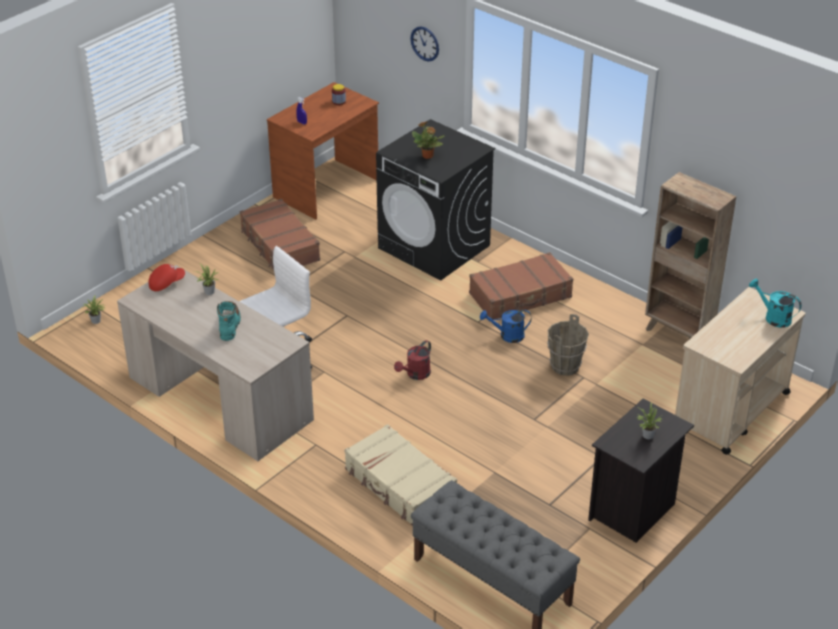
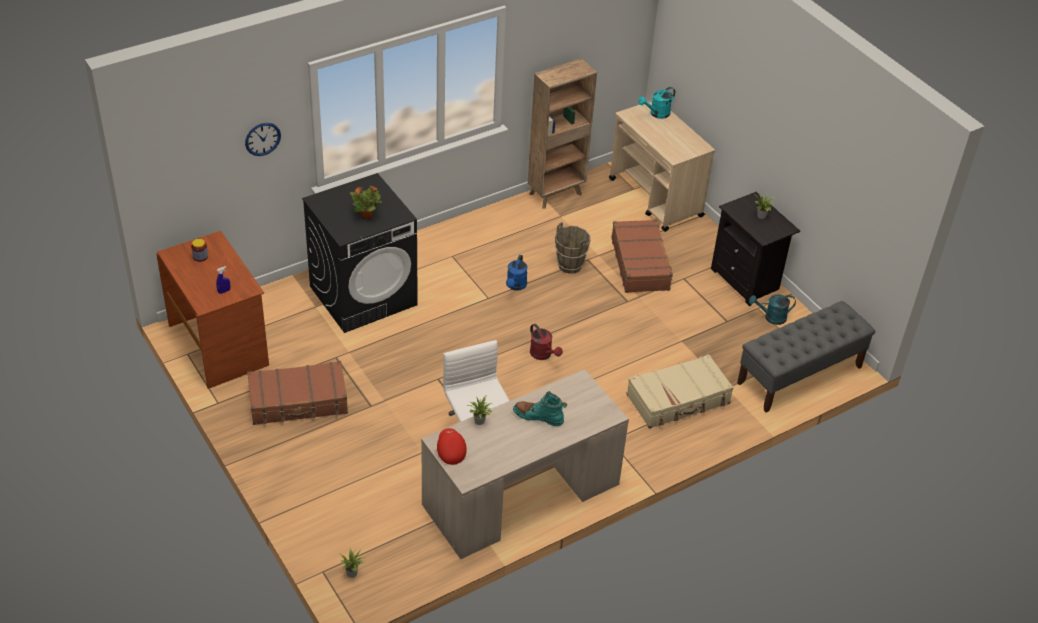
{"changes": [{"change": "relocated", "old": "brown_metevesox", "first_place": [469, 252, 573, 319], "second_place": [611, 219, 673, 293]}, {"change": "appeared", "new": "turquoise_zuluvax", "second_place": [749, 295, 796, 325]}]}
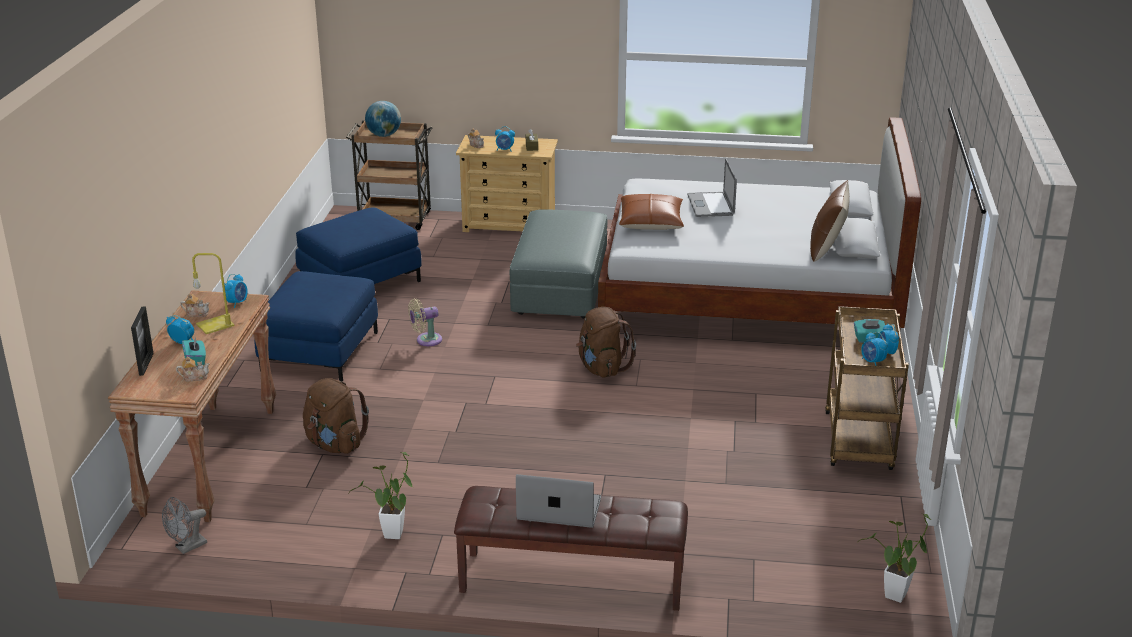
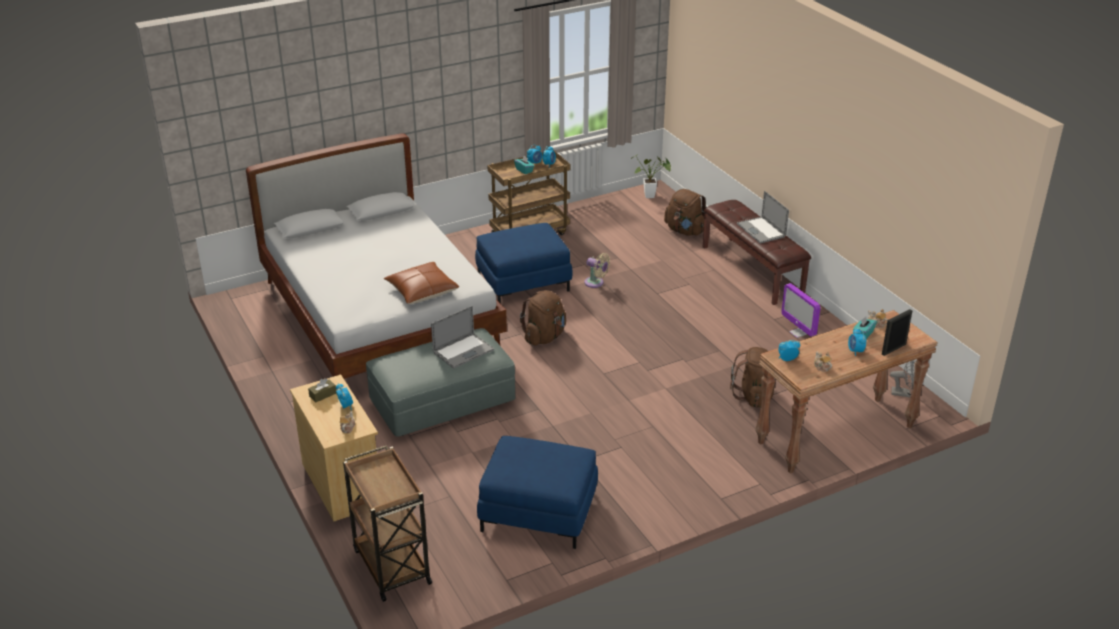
{"changes": [{"change": "relocated", "old": "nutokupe", "first_place": [687, 158, 737, 217], "second_place": [431, 306, 494, 369]}, {"change": "relocated", "old": "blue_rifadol", "first_place": [254, 271, 378, 382], "second_place": [475, 223, 572, 304]}, {"change": "relocated", "old": "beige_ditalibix", "first_place": [408, 299, 442, 346], "second_place": [584, 253, 610, 288]}, {"change": "appeared", "new": "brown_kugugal", "second_place": [664, 189, 707, 235]}, {"change": "exchanged", "old": "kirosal", "new": "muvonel", "first_place": [348, 452, 413, 539], "second_place": [781, 283, 821, 338]}, {"change": "missing", "old": "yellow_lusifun", "first_place": [192, 253, 235, 334]}, {"change": "missing", "old": "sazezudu", "first_place": [365, 101, 401, 137]}, {"change": "missing", "old": "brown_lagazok", "first_place": [810, 180, 850, 262]}]}
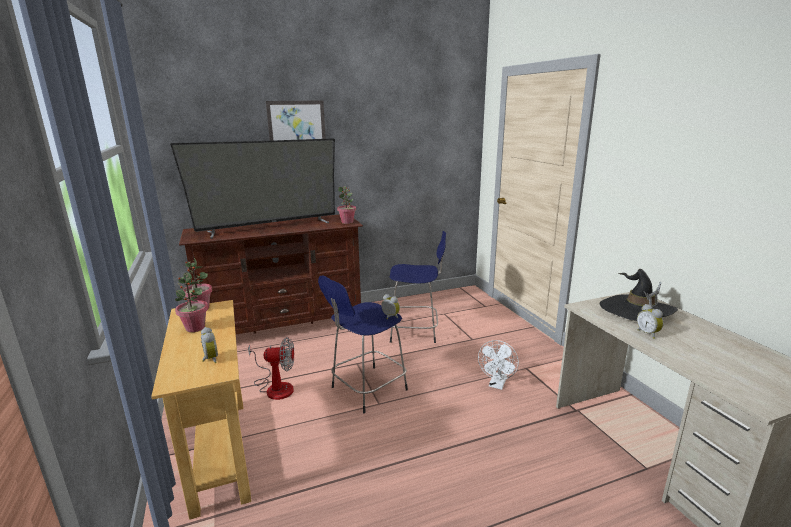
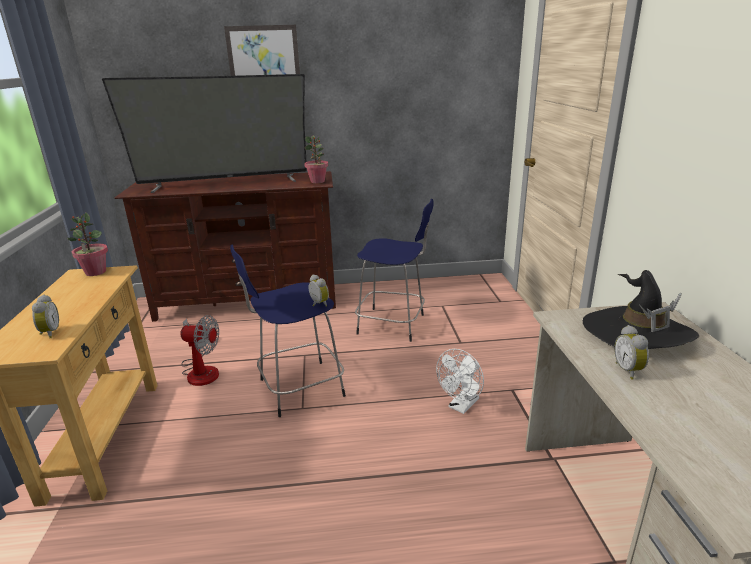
{"changes": [{"change": "missing", "old": "kirosal", "first_place": [175, 274, 208, 332]}]}
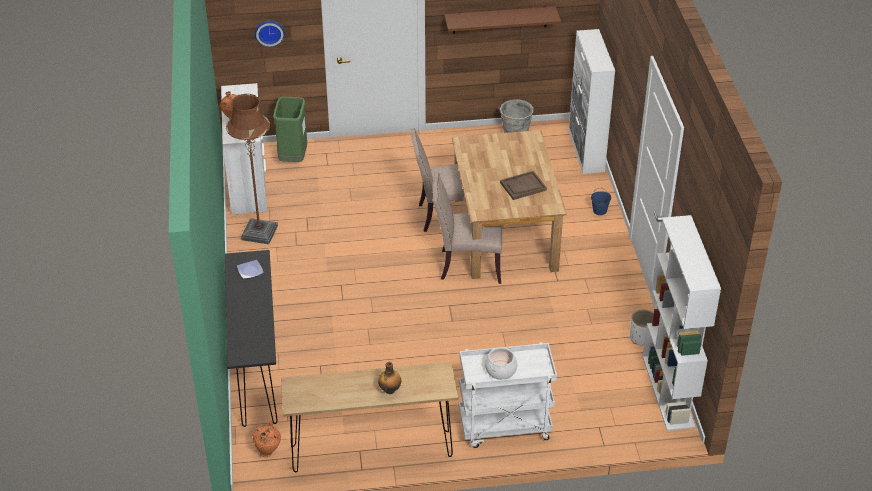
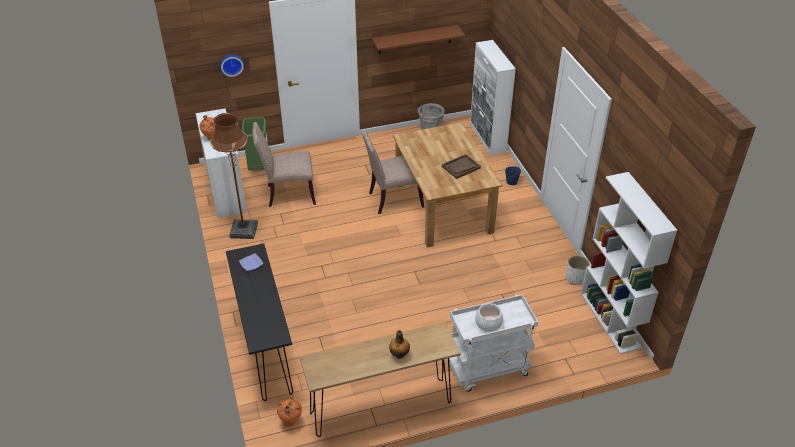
{"changes": [{"change": "relocated", "old": "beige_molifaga", "first_place": [433, 172, 502, 284], "second_place": [253, 122, 316, 207]}]}
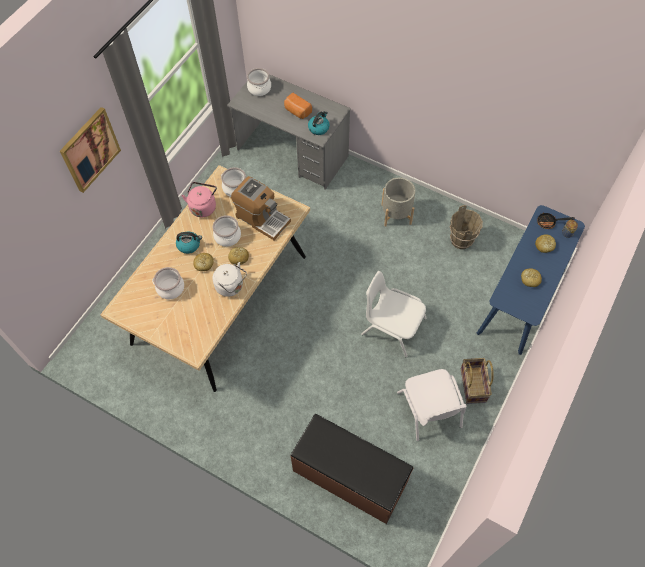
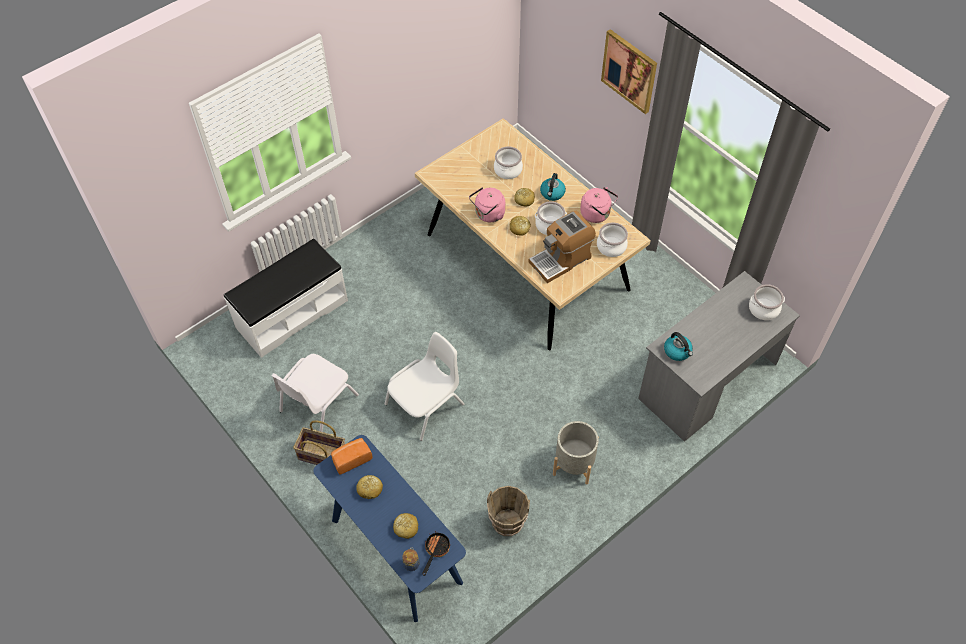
{"changes": [{"change": "colour", "old": "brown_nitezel", "new": "white_nitezel", "first_place": [290, 414, 413, 524], "second_place": [224, 239, 348, 358]}, {"change": "spun", "old": "white_molifaga", "first_place": [397, 369, 467, 441], "second_place": [271, 354, 359, 432], "degrees": -60}, {"change": "relocated", "old": "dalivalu", "first_place": [284, 93, 312, 119], "second_place": [331, 438, 373, 475]}, {"change": "colour", "old": "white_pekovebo", "new": "pink_pekovebo", "first_place": [213, 262, 247, 297], "second_place": [469, 187, 505, 222]}]}
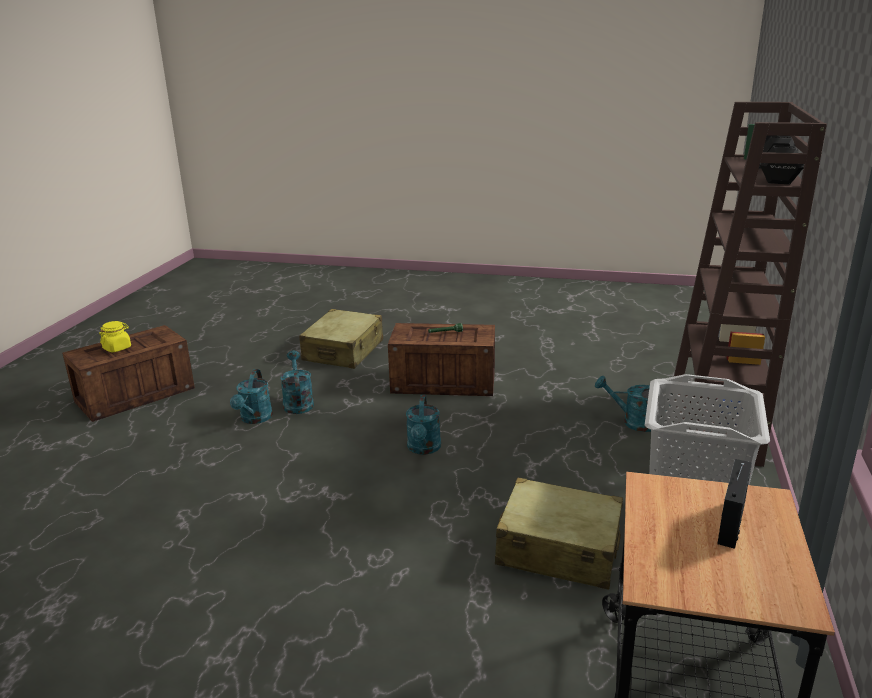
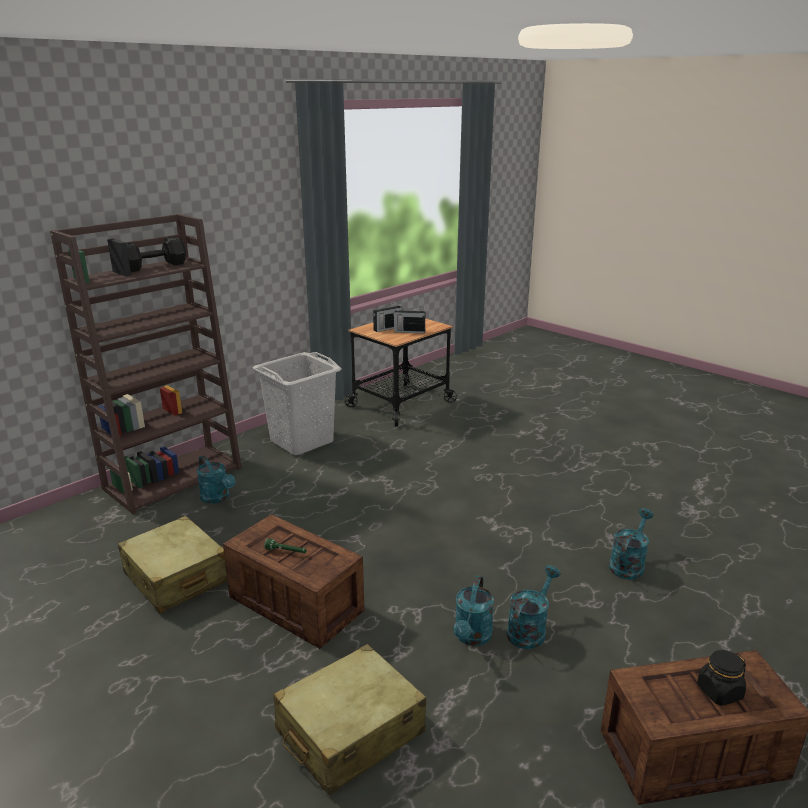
{"changes": [{"change": "relocated", "old": "beige_metevesox", "first_place": [495, 477, 623, 590], "second_place": [118, 516, 227, 613]}, {"change": "appeared", "new": "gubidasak", "second_place": [393, 306, 425, 333]}, {"change": "relocated", "old": "turquoise_zuluvax", "first_place": [406, 395, 441, 455], "second_place": [609, 508, 654, 580]}, {"change": "colour", "old": "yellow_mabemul", "new": "black_mabemul", "first_place": [99, 321, 131, 352], "second_place": [697, 650, 746, 706]}]}
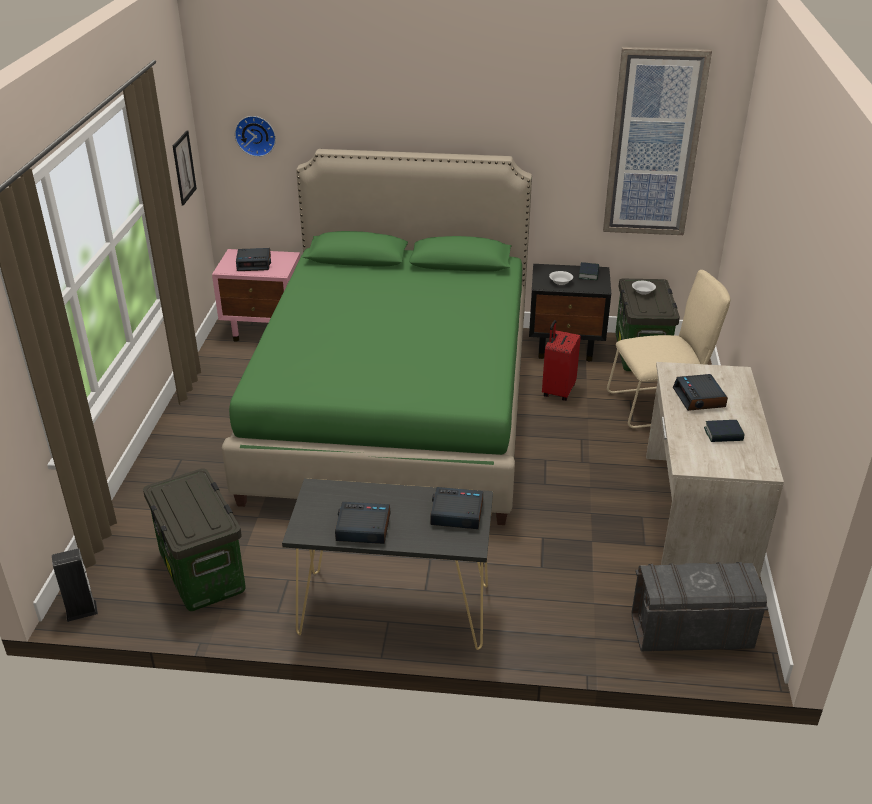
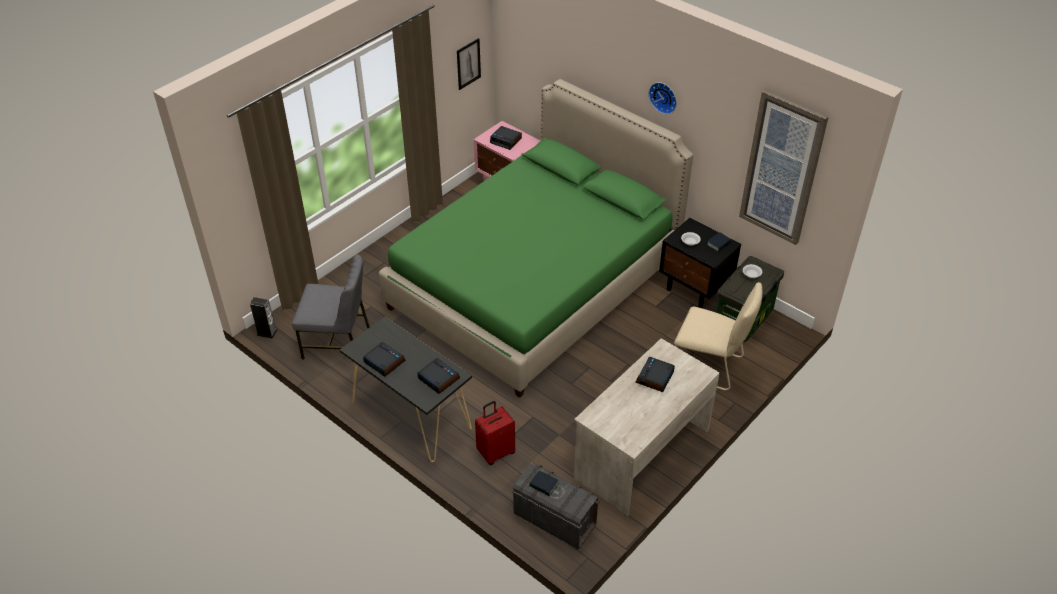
{"changes": [{"change": "exchanged", "old": "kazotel", "new": "grey_molifaga", "first_place": [143, 469, 245, 611], "second_place": [292, 254, 370, 359]}, {"change": "relocated", "old": "red_metevesox", "first_place": [542, 320, 581, 401], "second_place": [475, 401, 515, 465]}, {"change": "relocated", "old": "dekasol", "first_place": [704, 420, 744, 442], "second_place": [529, 471, 559, 496]}, {"change": "relocated", "old": "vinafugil", "first_place": [235, 116, 276, 157], "second_place": [649, 82, 677, 114]}]}
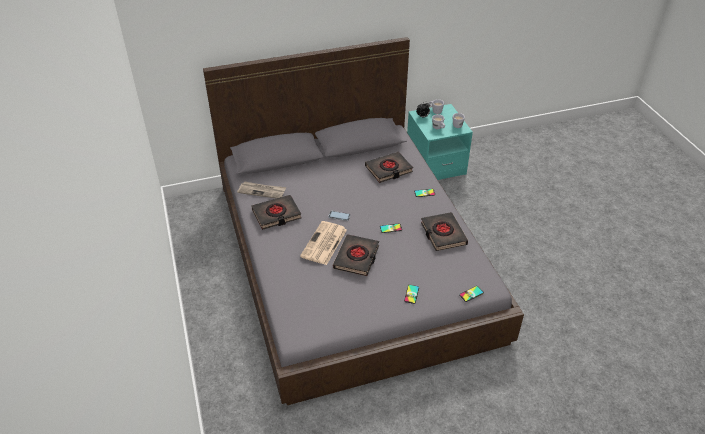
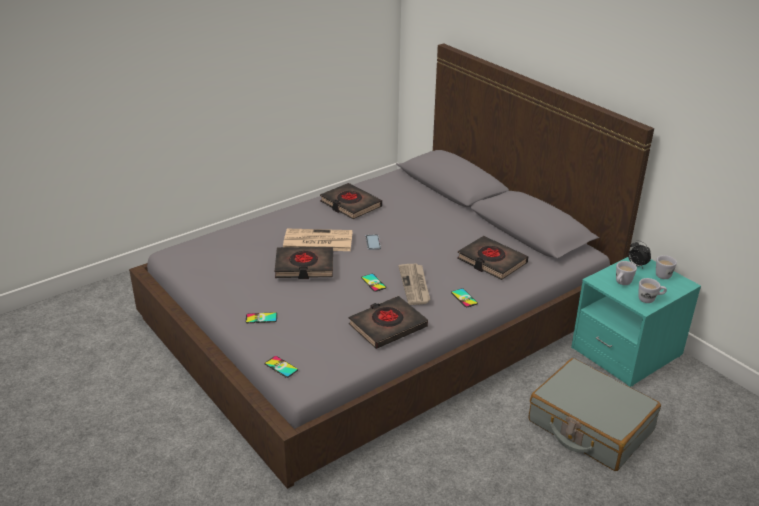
{"changes": [{"change": "relocated", "old": "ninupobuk", "first_place": [237, 181, 286, 199], "second_place": [399, 263, 430, 305]}, {"change": "appeared", "new": "grey_metevesox", "second_place": [529, 358, 661, 471]}]}
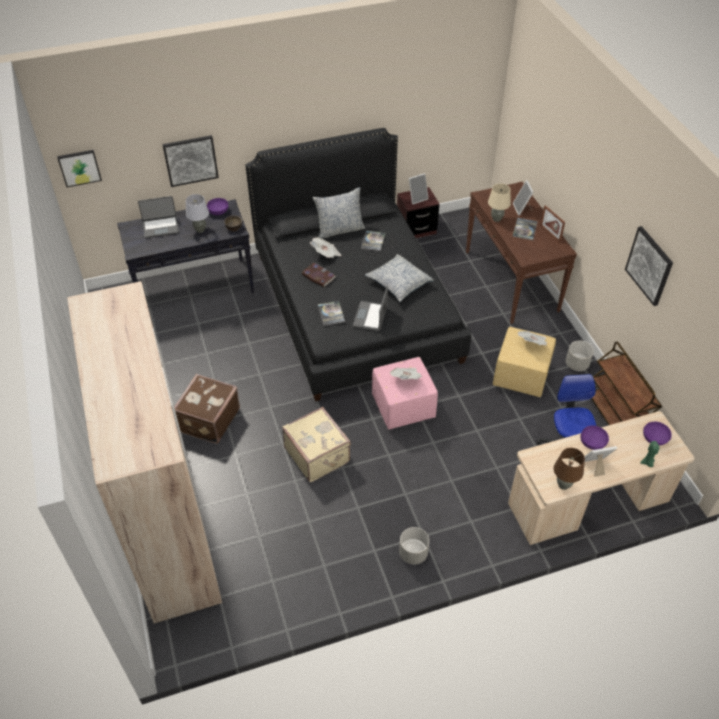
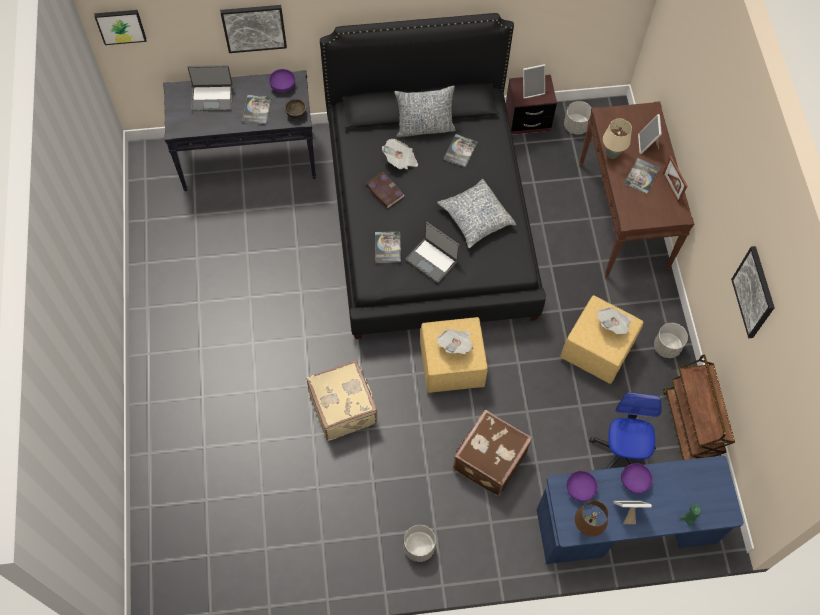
{"changes": [{"change": "exchanged", "old": "grey_lusifun", "new": "dekasol", "first_place": [186, 194, 209, 233], "second_place": [242, 95, 272, 124]}, {"change": "spun", "old": "nutokupe", "first_place": [353, 286, 388, 331], "second_place": [406, 222, 460, 283], "degrees": -75}, {"change": "colour", "old": "pink_rifadol", "new": "yellow_rifadol", "first_place": [372, 357, 438, 429], "second_place": [420, 317, 488, 393]}, {"change": "relocated", "old": "brown_metevesox", "first_place": [174, 374, 240, 444], "second_place": [453, 410, 532, 497]}, {"change": "colour", "old": "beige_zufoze", "new": "blue_zufoze", "first_place": [508, 411, 695, 545], "second_place": [537, 456, 744, 564]}, {"change": "appeared", "new": "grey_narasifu", "second_place": [564, 101, 591, 134]}, {"change": "relocated", "old": "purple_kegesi", "first_place": [643, 422, 672, 446], "second_place": [567, 471, 598, 501]}, {"change": "missing", "old": "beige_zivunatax", "first_place": [67, 281, 222, 623]}]}
